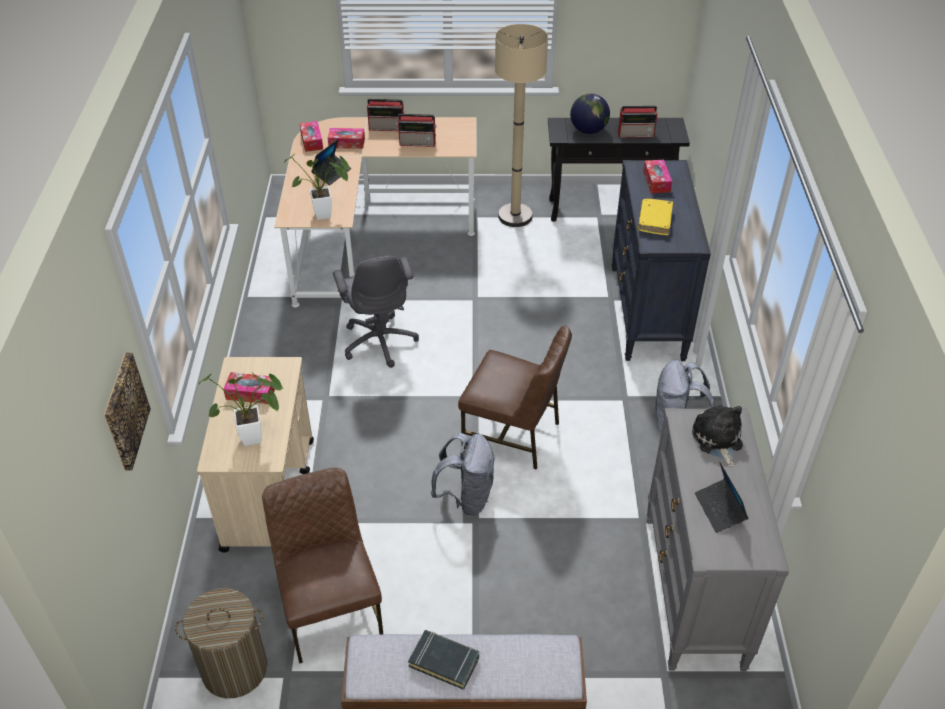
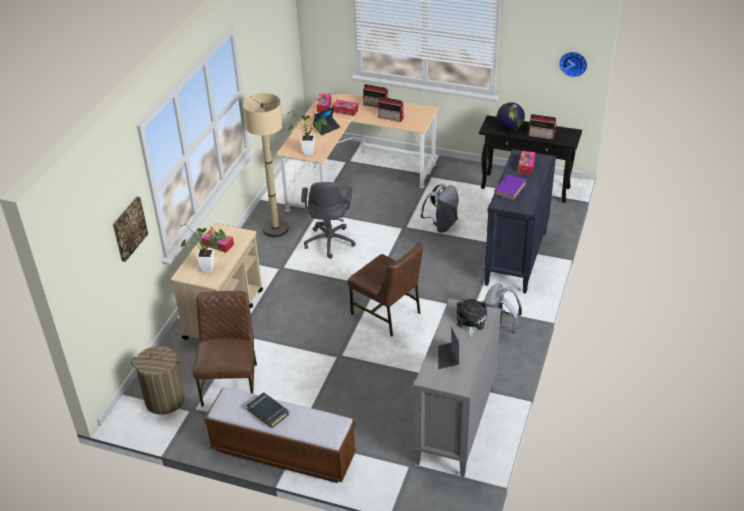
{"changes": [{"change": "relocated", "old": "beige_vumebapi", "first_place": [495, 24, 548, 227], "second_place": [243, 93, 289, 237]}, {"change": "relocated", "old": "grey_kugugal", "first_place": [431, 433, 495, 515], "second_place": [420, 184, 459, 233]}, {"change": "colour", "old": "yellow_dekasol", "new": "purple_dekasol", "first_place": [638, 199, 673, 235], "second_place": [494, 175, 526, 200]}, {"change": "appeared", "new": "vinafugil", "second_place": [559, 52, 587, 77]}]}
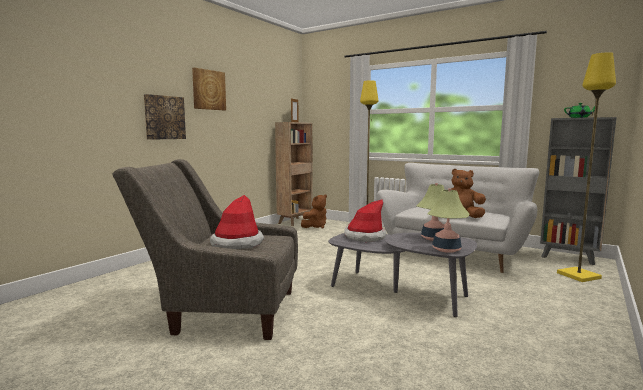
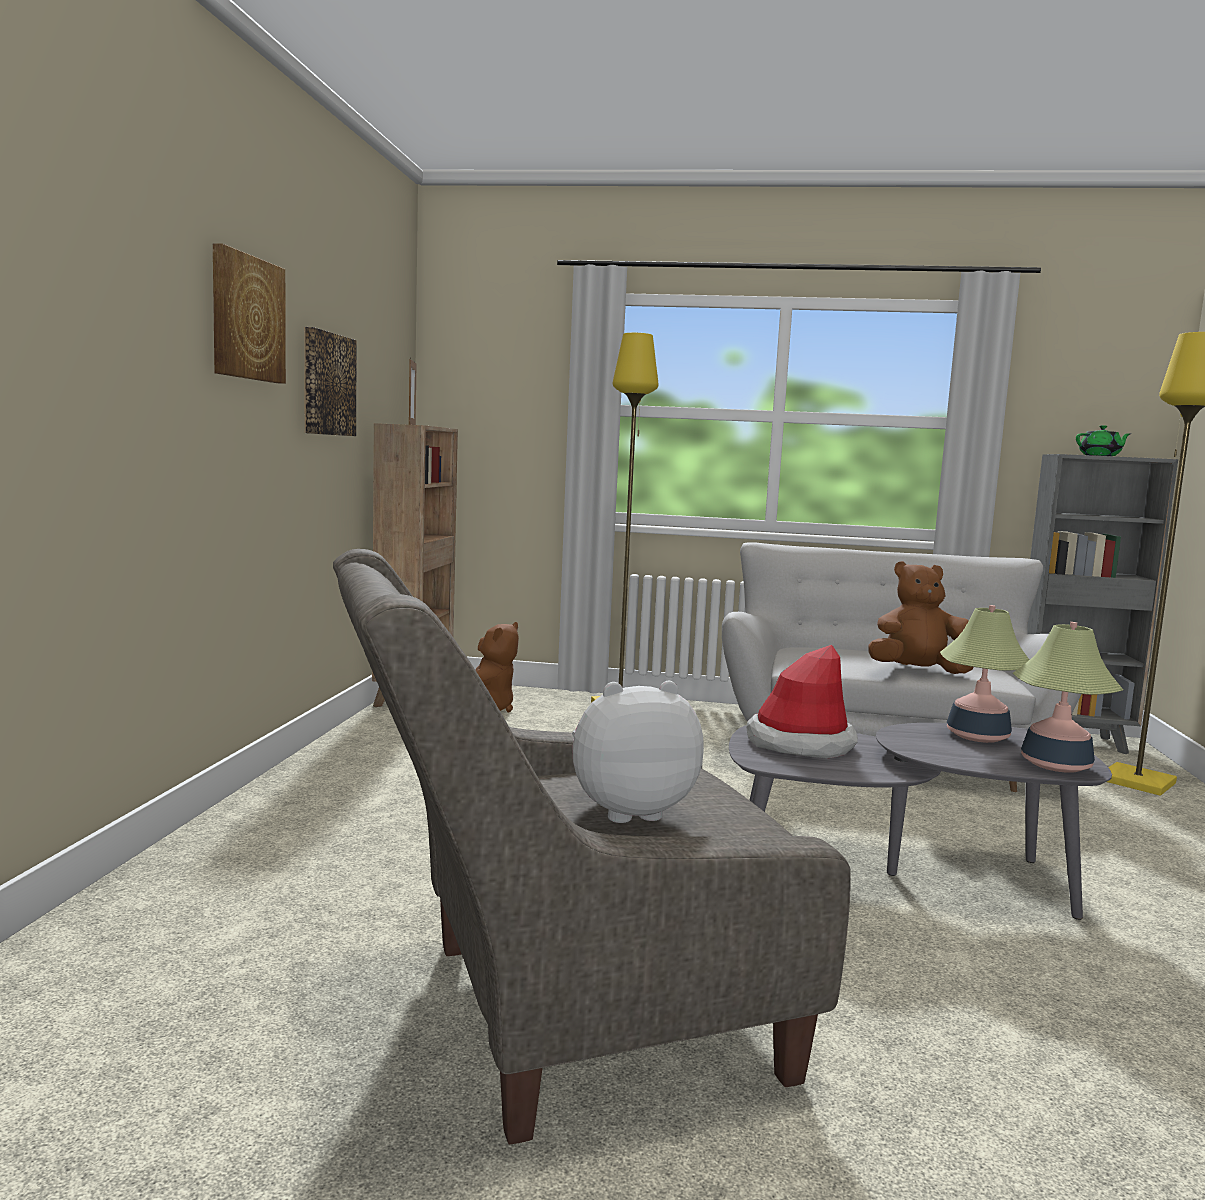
{"changes": [{"change": "relocated", "old": "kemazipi", "first_place": [144, 94, 186, 140], "second_place": [304, 327, 357, 436]}, {"change": "exchanged", "old": "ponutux", "new": "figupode", "first_place": [210, 195, 264, 249], "second_place": [572, 681, 704, 823]}]}
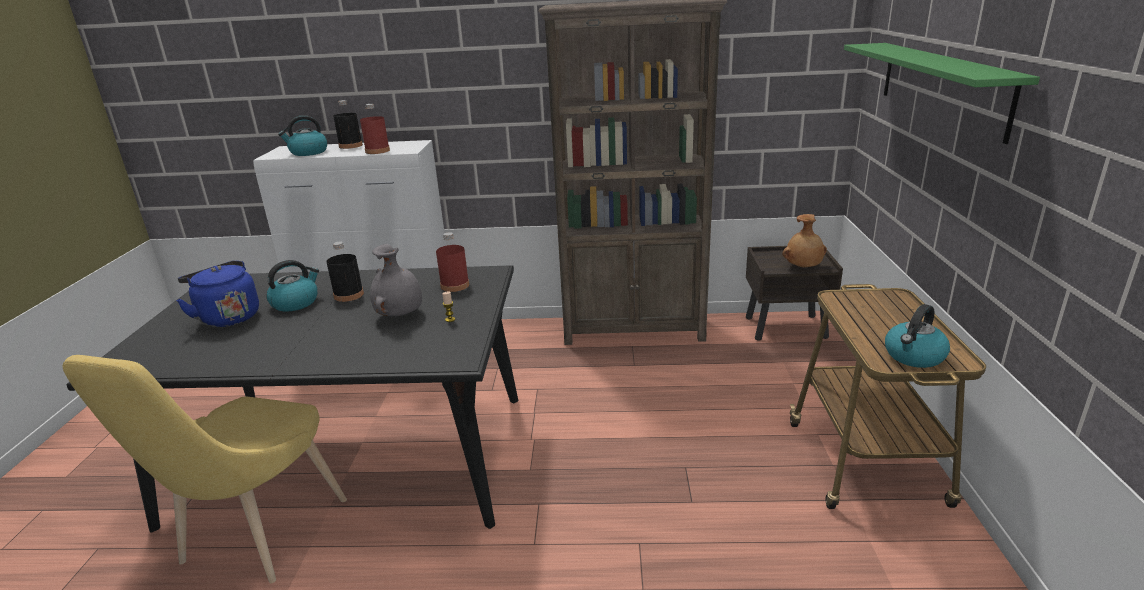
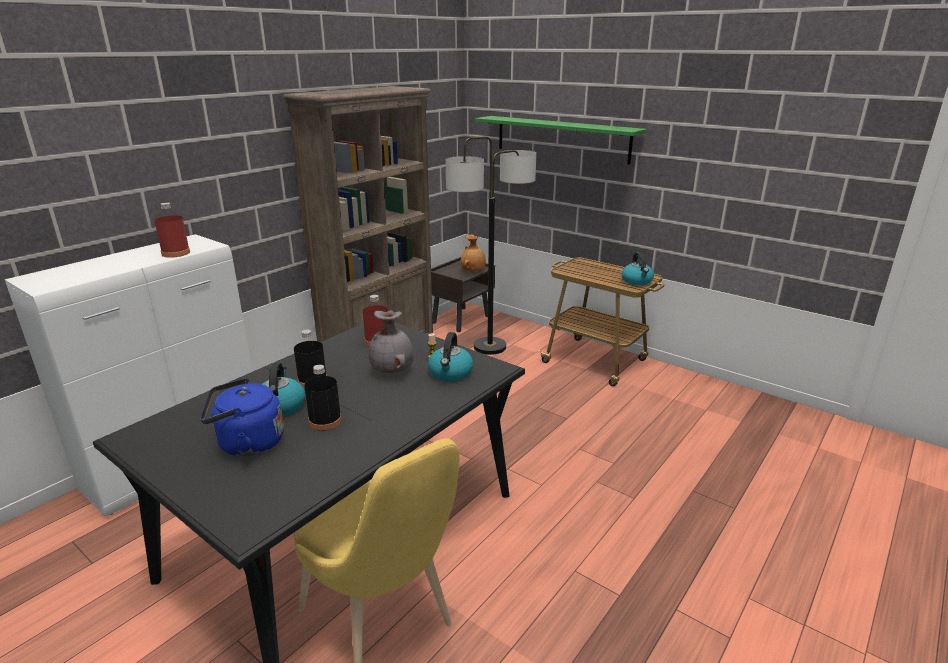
{"changes": [{"change": "relocated", "old": "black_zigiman", "first_place": [333, 100, 363, 149], "second_place": [304, 365, 342, 430]}, {"change": "relocated", "old": "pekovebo", "first_place": [278, 115, 327, 156], "second_place": [428, 332, 473, 382]}, {"change": "appeared", "new": "vumebapi", "second_place": [446, 136, 537, 355]}]}
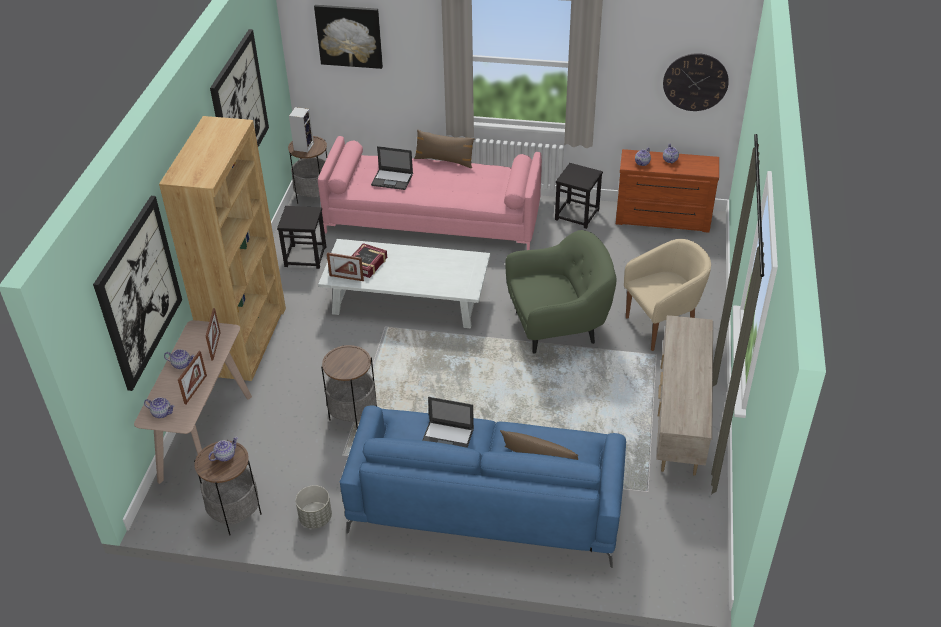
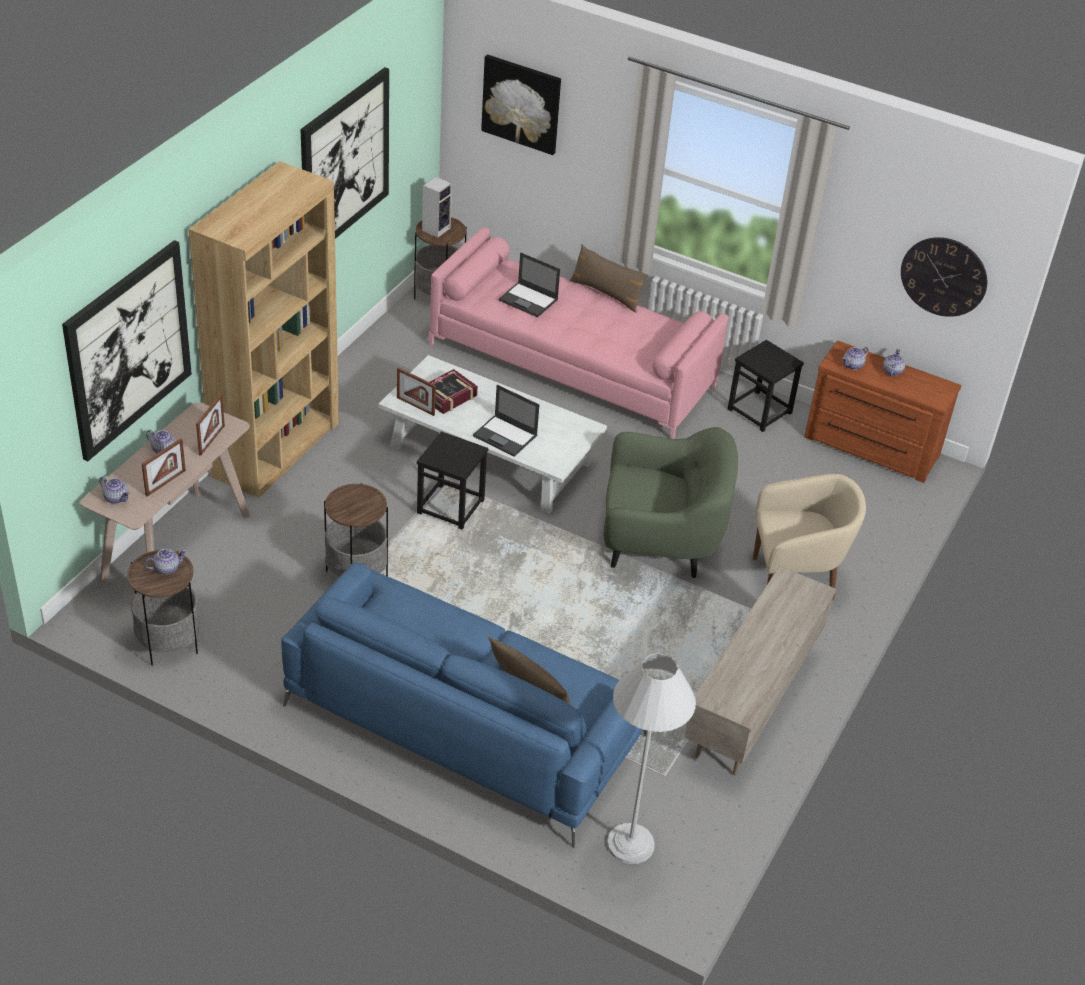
{"changes": [{"change": "relocated", "old": "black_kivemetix", "first_place": [277, 206, 326, 269], "second_place": [417, 431, 488, 530]}, {"change": "relocated", "old": "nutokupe", "first_place": [422, 397, 474, 448], "second_place": [473, 385, 539, 457]}, {"change": "appeared", "new": "white_vumebapi", "second_place": [607, 653, 696, 864]}, {"change": "missing", "old": "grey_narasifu", "first_place": [296, 485, 332, 528]}]}
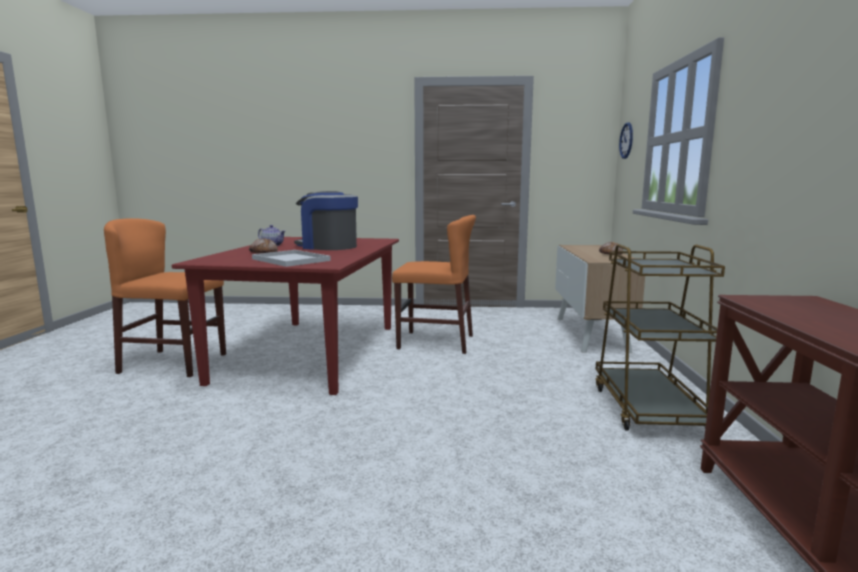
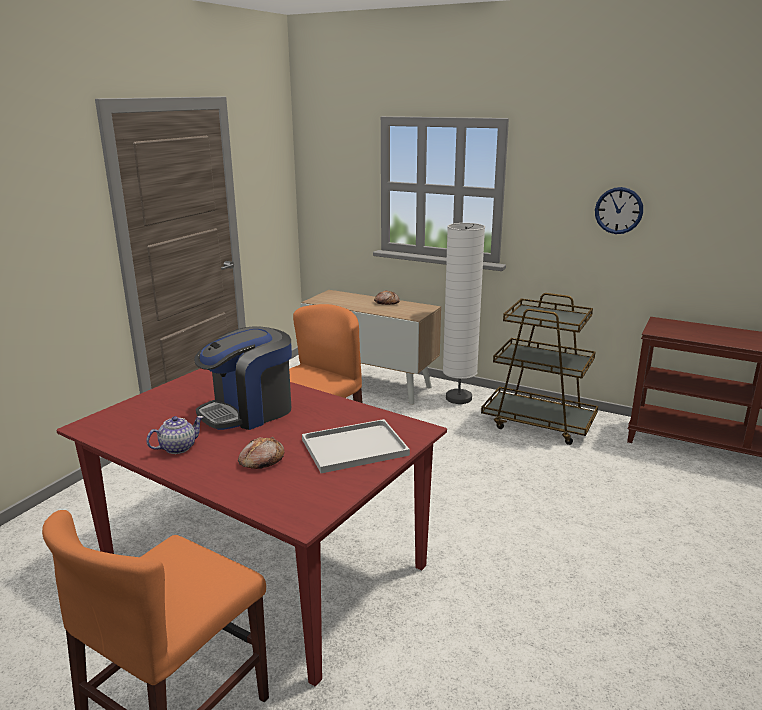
{"changes": [{"change": "appeared", "new": "white_vumebapi", "second_place": [443, 223, 485, 404]}, {"change": "relocated", "old": "vinafugil", "first_place": [619, 122, 633, 159], "second_place": [595, 187, 643, 234]}]}
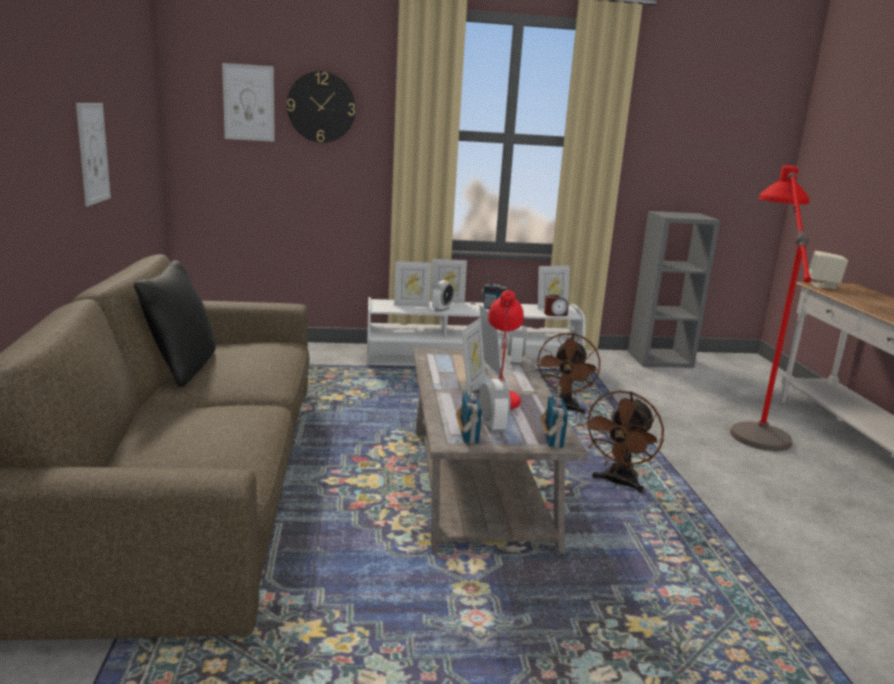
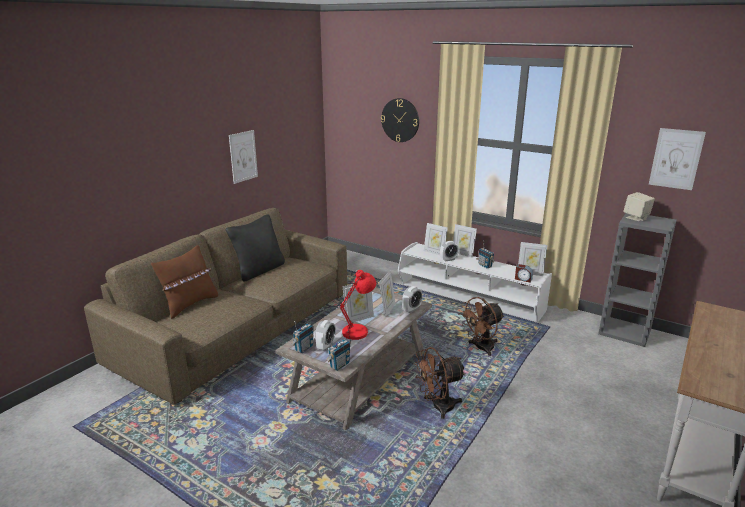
{"changes": [{"change": "appeared", "new": "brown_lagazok", "second_place": [151, 245, 218, 319]}, {"change": "relocated", "old": "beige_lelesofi", "first_place": [809, 251, 848, 289], "second_place": [623, 192, 655, 221]}, {"change": "relocated", "old": "kemazipi", "first_place": [222, 63, 275, 142], "second_place": [649, 128, 706, 190]}, {"change": "missing", "old": "red_vumebapi", "first_place": [730, 165, 811, 451]}]}
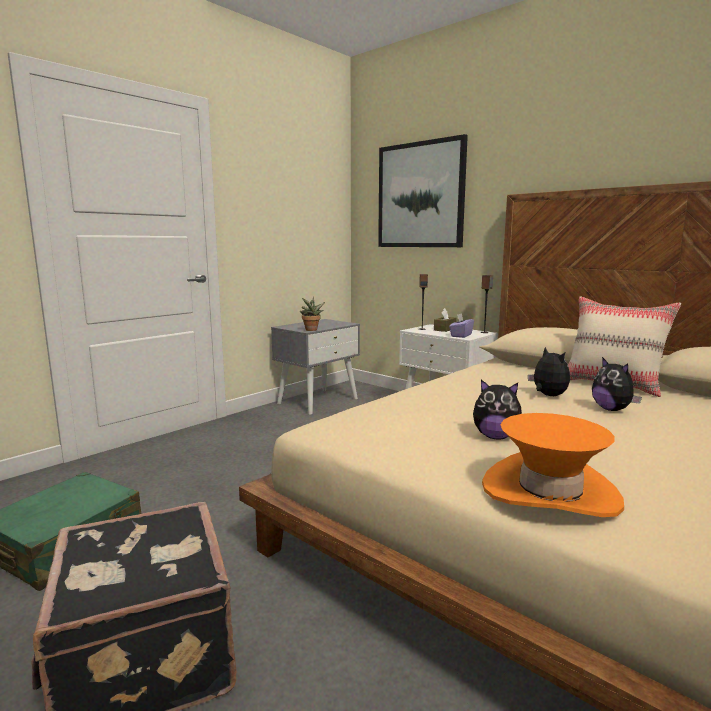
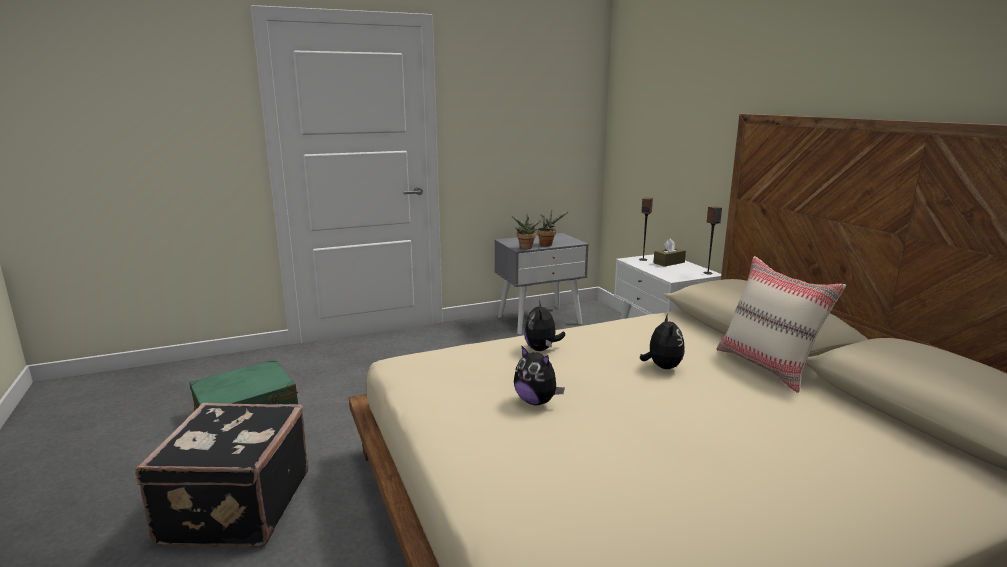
{"changes": [{"change": "relocated", "old": "figupode", "first_place": [592, 357, 642, 411], "second_place": [524, 300, 565, 351]}, {"change": "appeared", "new": "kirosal", "second_place": [537, 210, 569, 246]}, {"change": "missing", "old": "kemazipi", "first_place": [378, 134, 468, 247]}, {"change": "missing", "old": "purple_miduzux", "first_place": [449, 313, 474, 338]}, {"change": "missing", "old": "orange_ponutux", "first_place": [482, 413, 624, 517]}]}
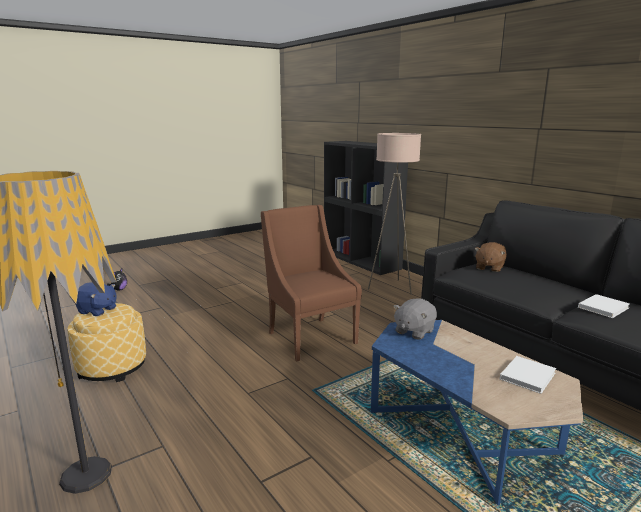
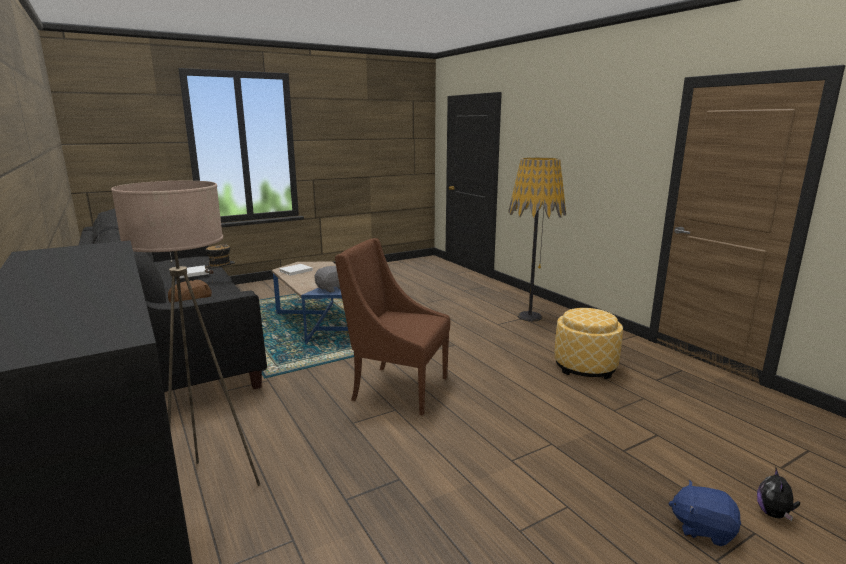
{"changes": [{"change": "appeared", "new": "ponutux", "second_place": [205, 244, 235, 274]}, {"change": "spun", "old": "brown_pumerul", "first_place": [261, 205, 362, 361], "second_place": [335, 238, 450, 416], "degrees": 135}, {"change": "relocated", "old": "blue_figupode", "first_place": [76, 282, 117, 316], "second_place": [668, 480, 741, 546]}]}
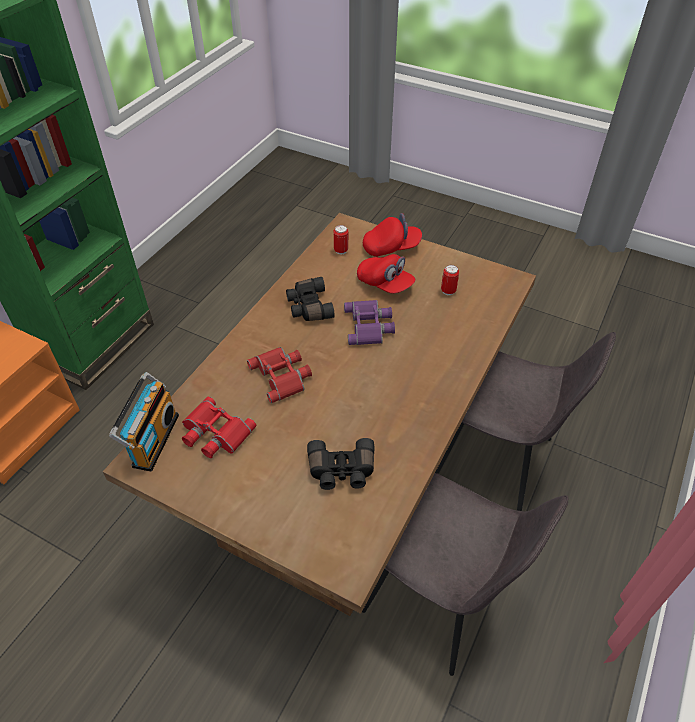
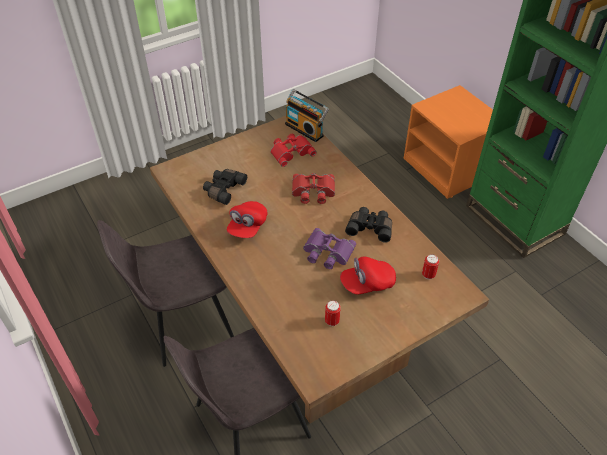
{"changes": [{"change": "relocated", "old": "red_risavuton", "first_place": [363, 213, 422, 257], "second_place": [227, 201, 268, 238]}]}
